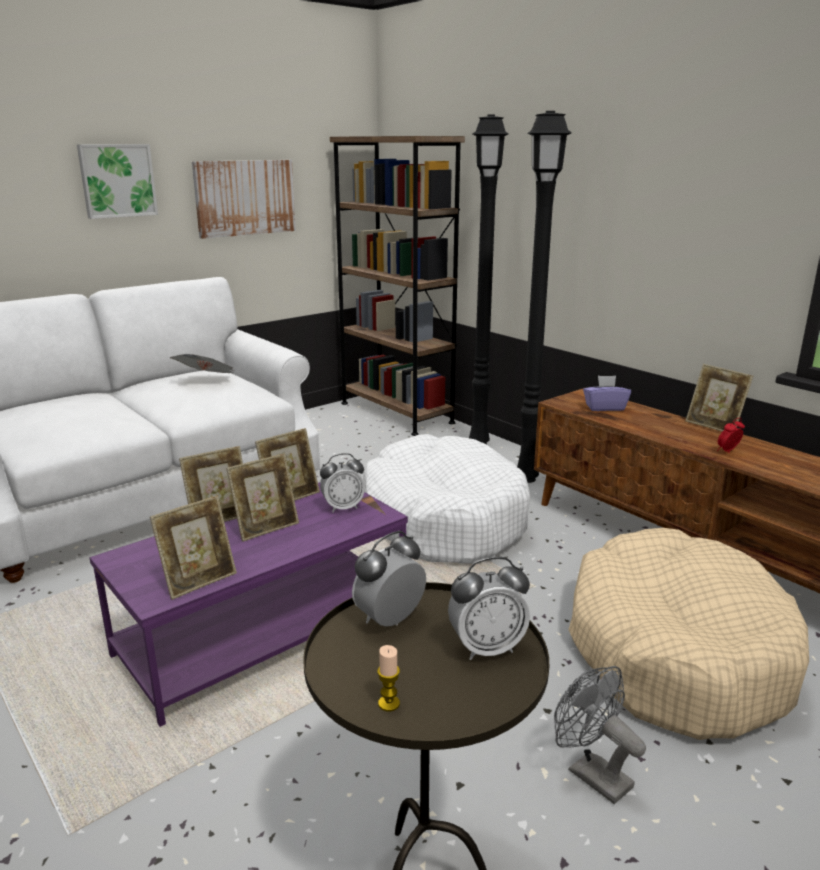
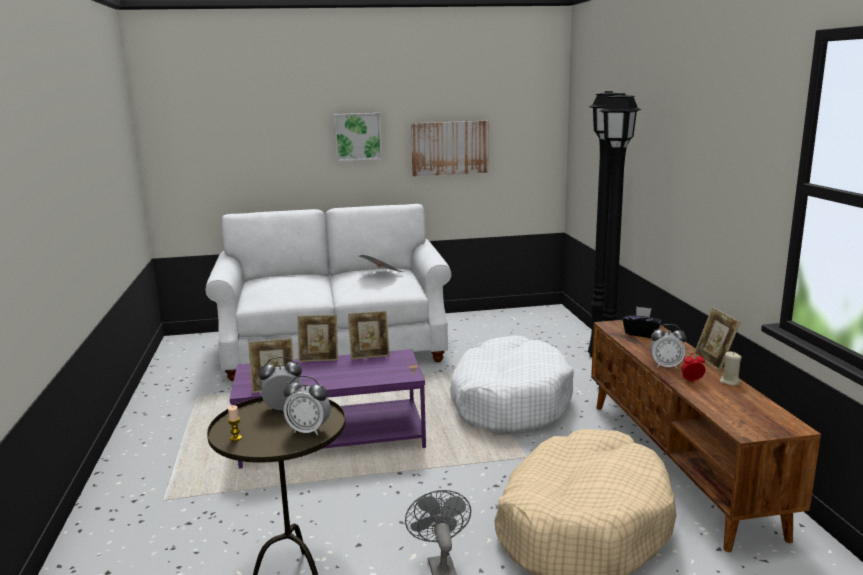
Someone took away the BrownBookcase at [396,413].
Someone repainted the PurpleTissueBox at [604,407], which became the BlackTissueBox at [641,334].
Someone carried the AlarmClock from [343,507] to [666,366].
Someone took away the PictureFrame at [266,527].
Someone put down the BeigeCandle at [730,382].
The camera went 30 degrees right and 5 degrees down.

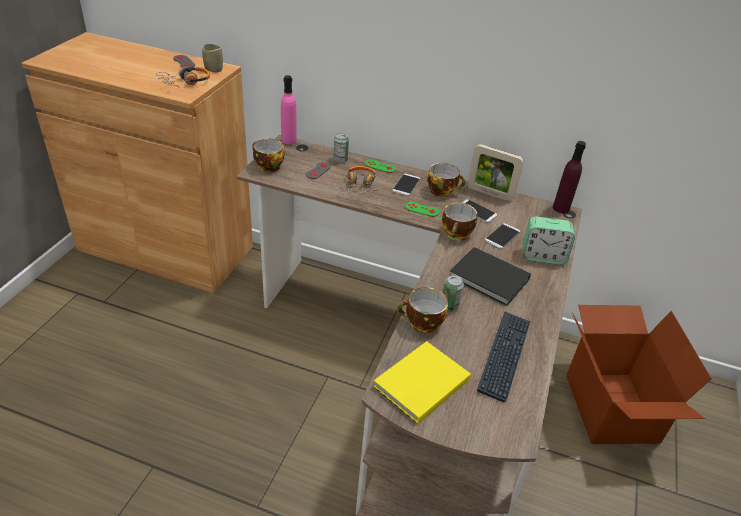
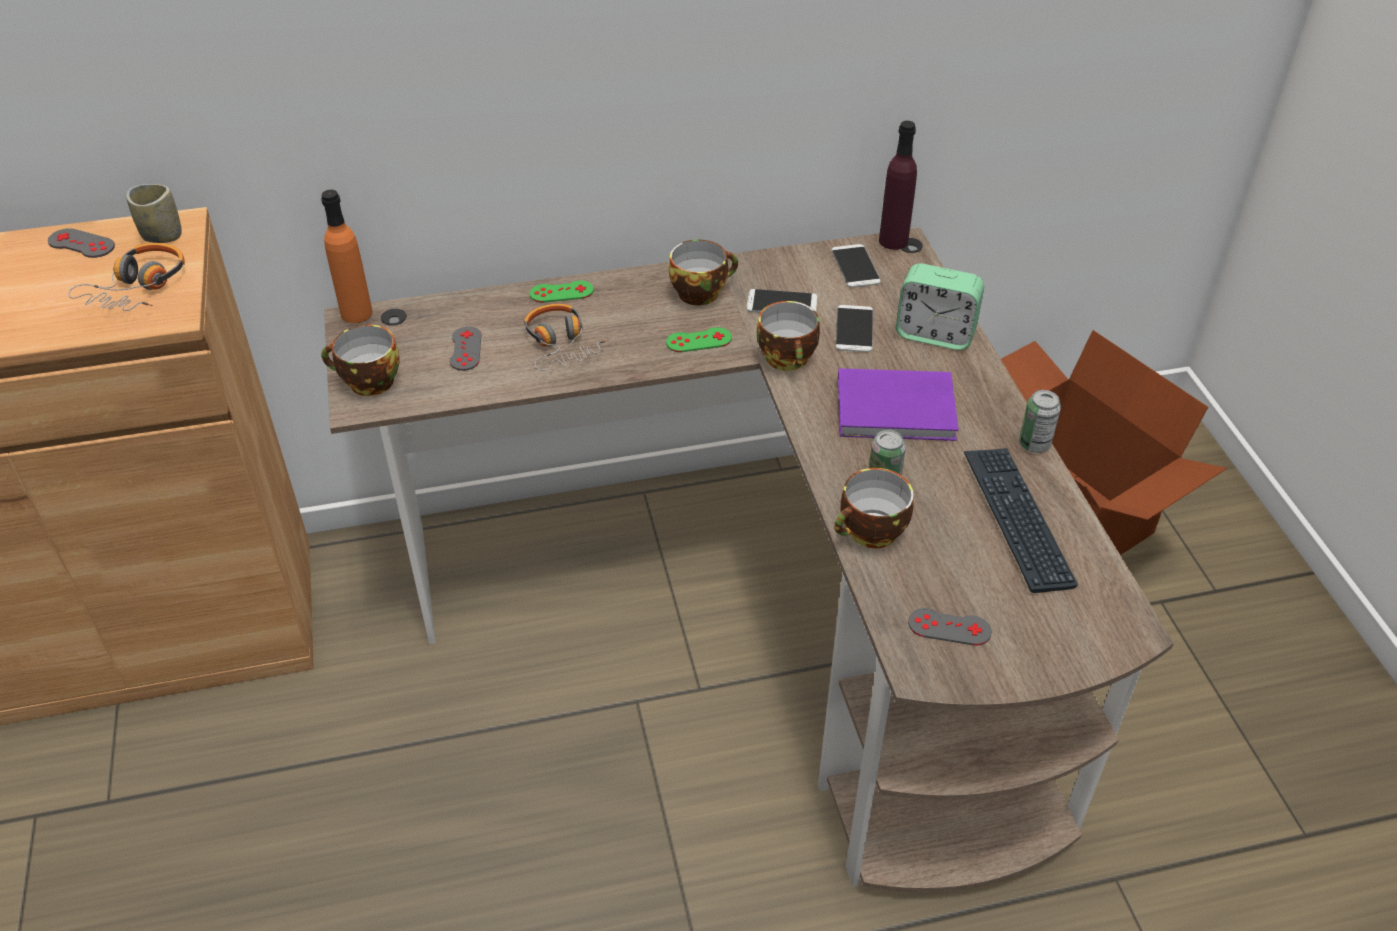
Someone repainted the PinkBottle at [289,140], which became the OrangeBottle at [356,313].
Someone carried the Can from [340,160] to [1034,444].
Someone took away the PictureFrame at [490,193].
Someone carried the Phone from [406,185] to [855,267].
Someone rotated the AlarmClock at [543,256] by 45 degrees clockwise.
Someone repainted the BlackBook at [490,279], which became the PurpleBook at [899,410].
Someone swapped the YellowBook at [419,384] for the GreyGameController at [949,627].
The camera went 30 degrees left and 5 degrees up.

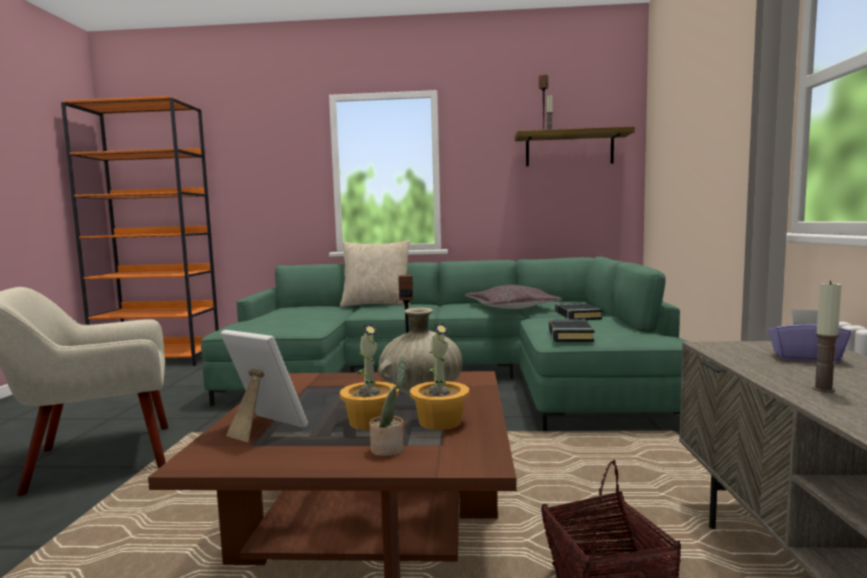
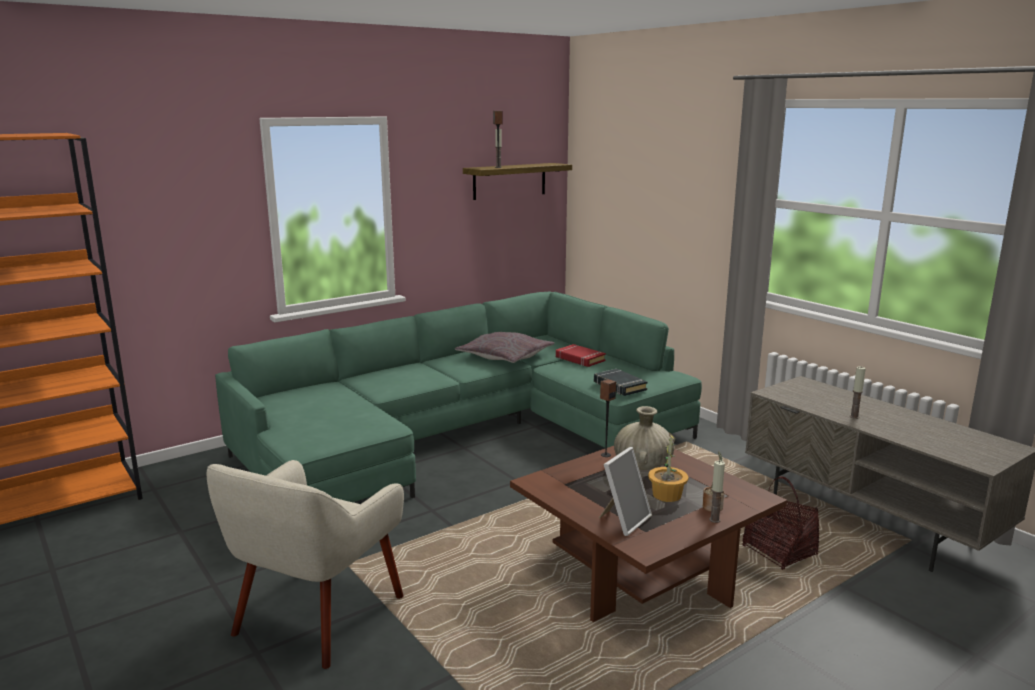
Someone took away the BeigePillow at [376,304].
Someone repainted the BlackBook at [577,316], which became the RedBook at [579,359].
Someone took away the PurpleTissueBox at [805,357].
Someone took away the PottedPlant at [440,421].
Someone rotated the PictureFrame at [263,428] by 135 degrees clockwise.
Someone put down the Candle at [714,520].
The camera went 40 degrees left and 10 degrees up.

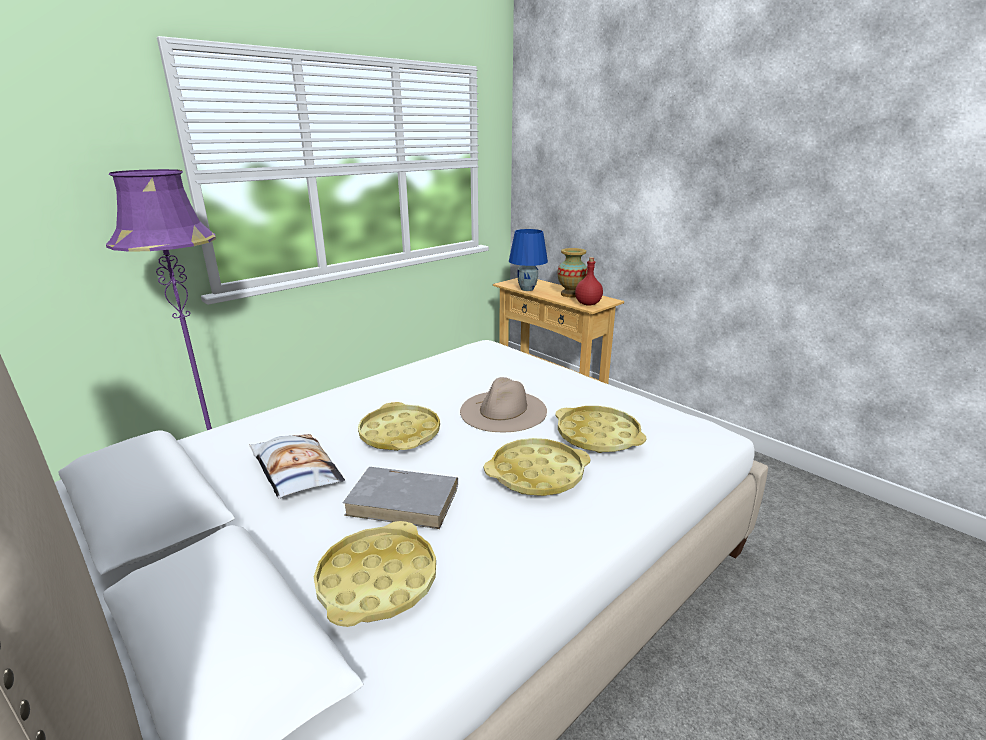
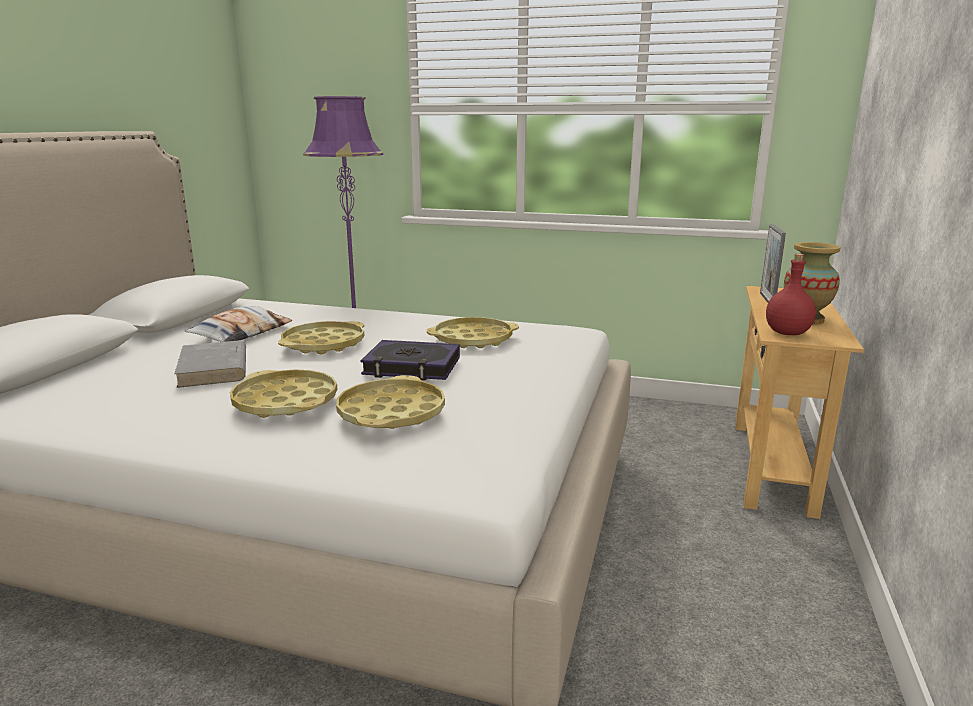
Someone swapped the BlueTableLamp at [527,289] for the PictureFrame at [767,300].
Someone swapped the BeigeHat at [503,410] for the Book at [412,367].
Someone carried the YellowTray from [377,581] to [473,339].
The camera went 60 degrees right and 5 degrees down.

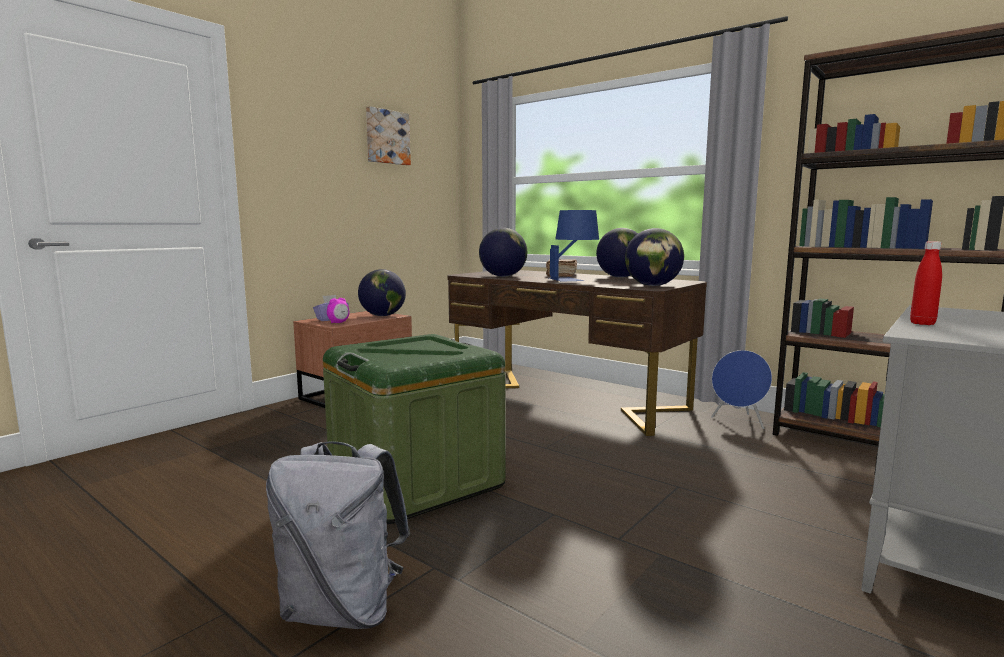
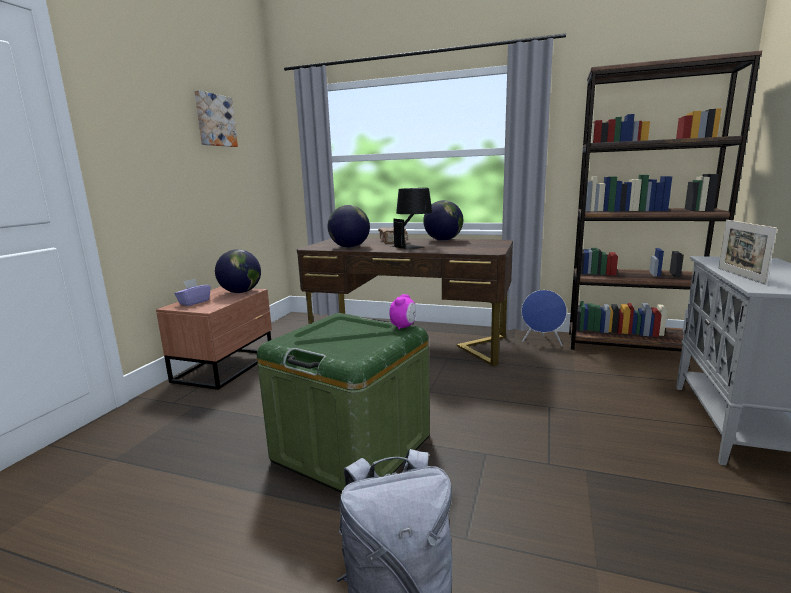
Someone repainted the BlueTableLamp at [573,279], which became the BlackTableLamp at [412,245].
Someone took away the Globe at [652,285].
Someone swapped the RedBottle at [922,323] for the PictureFrame at [740,276].
Someone carried the AlarmClock from [338,322] to [403,326].
The camera went 20 degrees left and 5 degrees up.

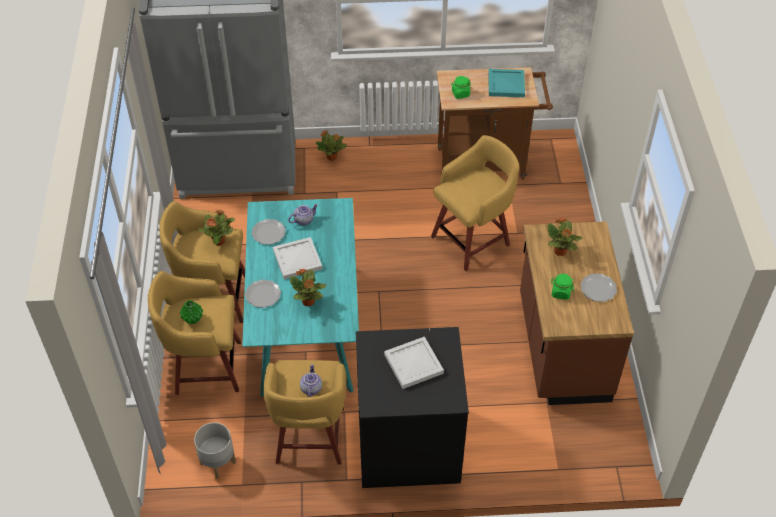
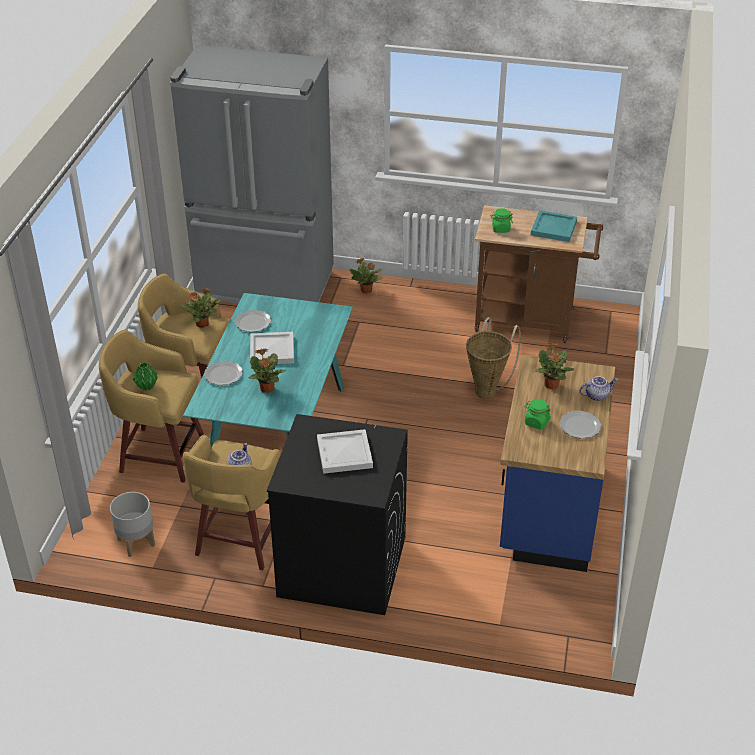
Someone swapped the YellowStool at [472,240] for the Basket at [487,389].
Someone carried the Teapot from [303,220] to [596,395].
Someone repainted the BrownCounter at [561,348], which became the BlueCounter at [548,509].
The camera went 15 degrees right and 10 degrees down.

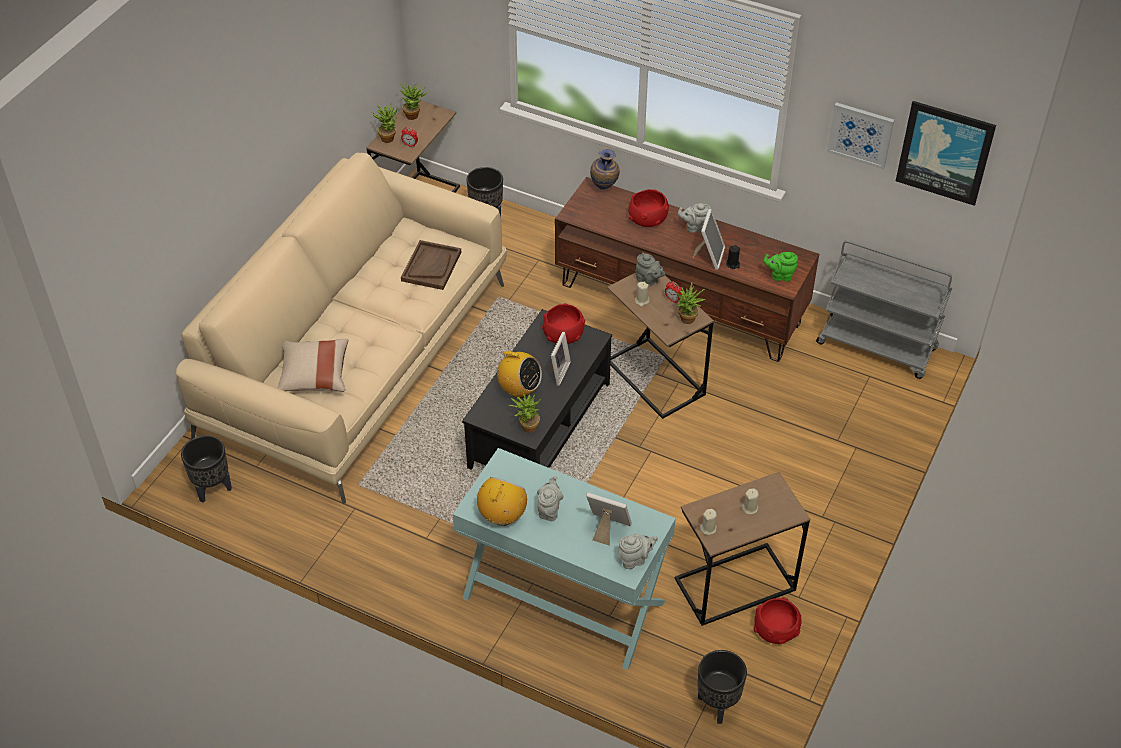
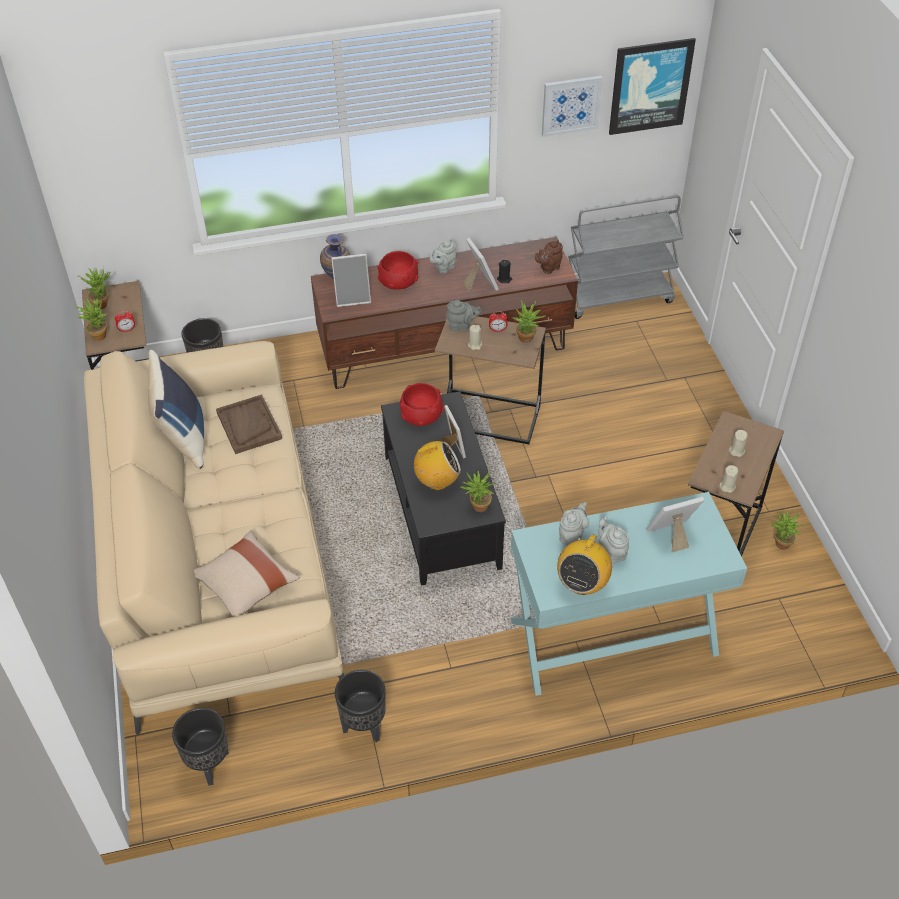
Someone repainted the GreenTeapot at [780,276], which became the BrownTeapot at [548,268].
Someone rotated the Radio at [502,516] by 135 degrees counterclockwise.
Someone carried the GreyTeapot from [635,559] to [572,536].
Someone swapped the RedBowl at [776,628] for the PottedPlant at [780,545].
Someone carried the BlackPlanter from [717,705] to [364,727].
Someone put down the PictureFrame at [353,297].
Someone put down the BluePillow at [183,437].
The camera went 40 degrees left and 0 degrees up.

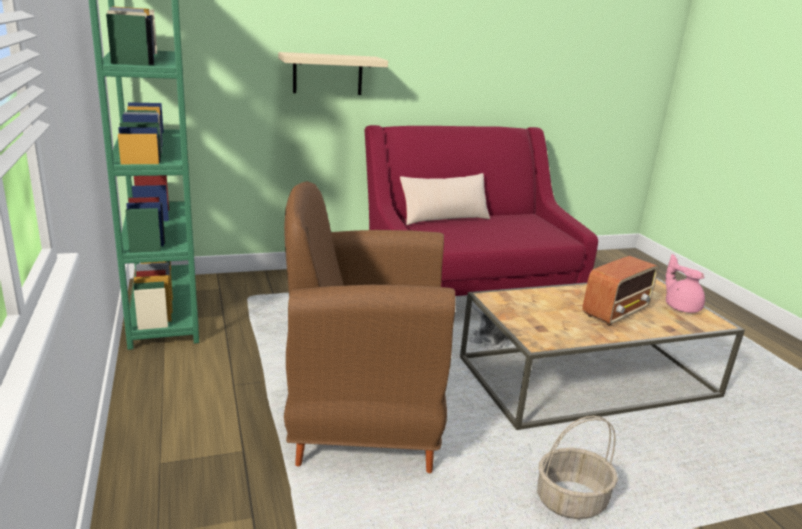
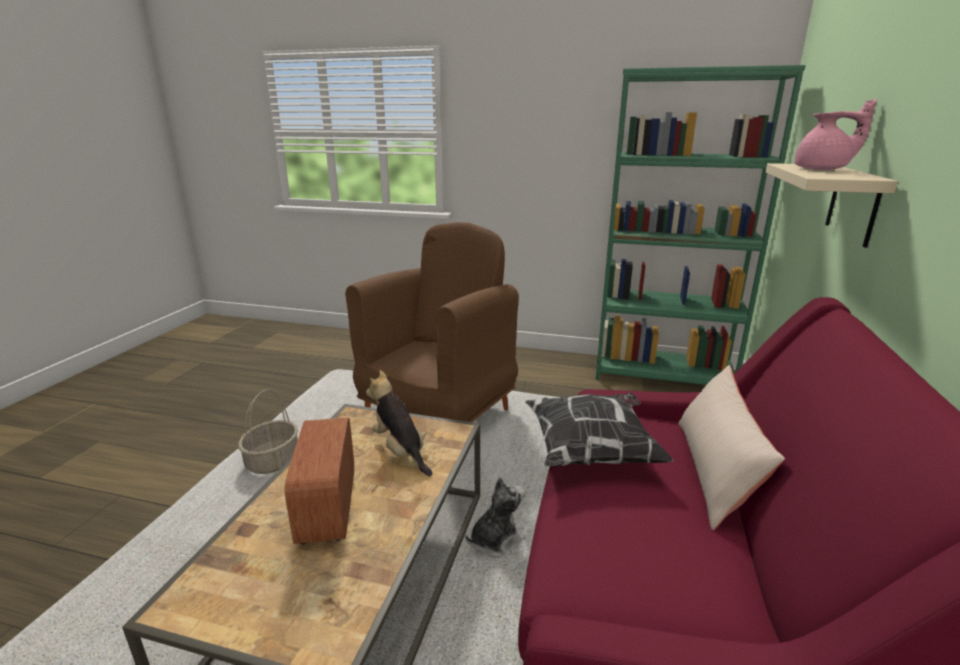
Someone carried the PinkTeapot from [681,307] to [823,169].
Someone put down the PlushToy at [401,451].
Someone put down the Pillow at [592,450].
The camera went 125 degrees right and 0 degrees up.

